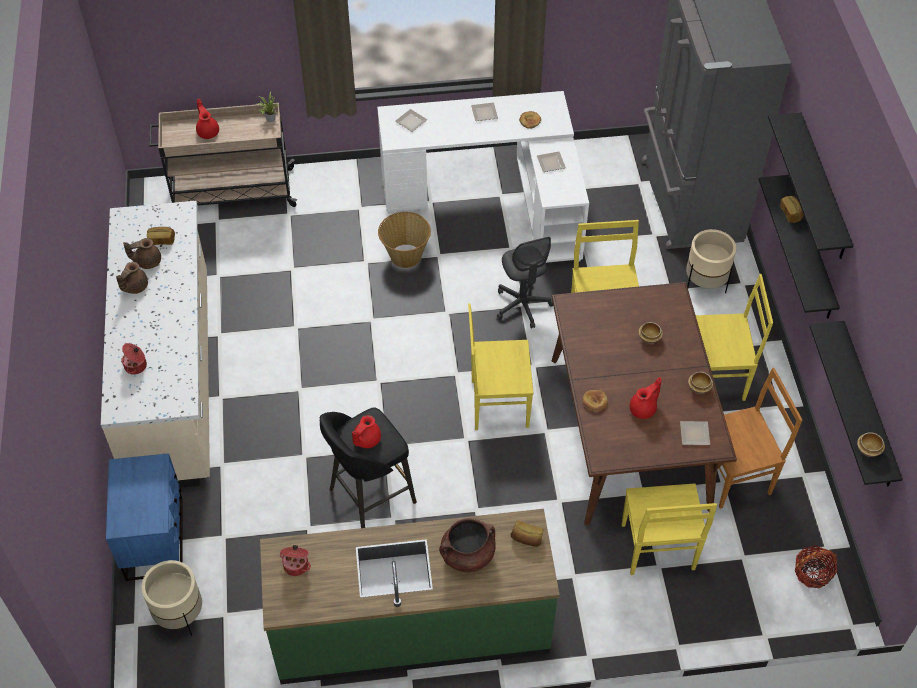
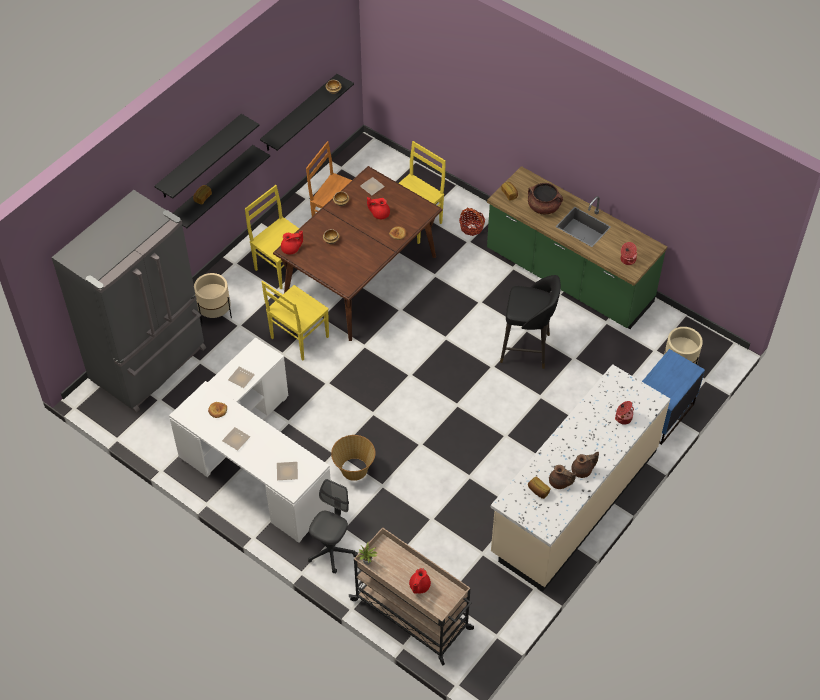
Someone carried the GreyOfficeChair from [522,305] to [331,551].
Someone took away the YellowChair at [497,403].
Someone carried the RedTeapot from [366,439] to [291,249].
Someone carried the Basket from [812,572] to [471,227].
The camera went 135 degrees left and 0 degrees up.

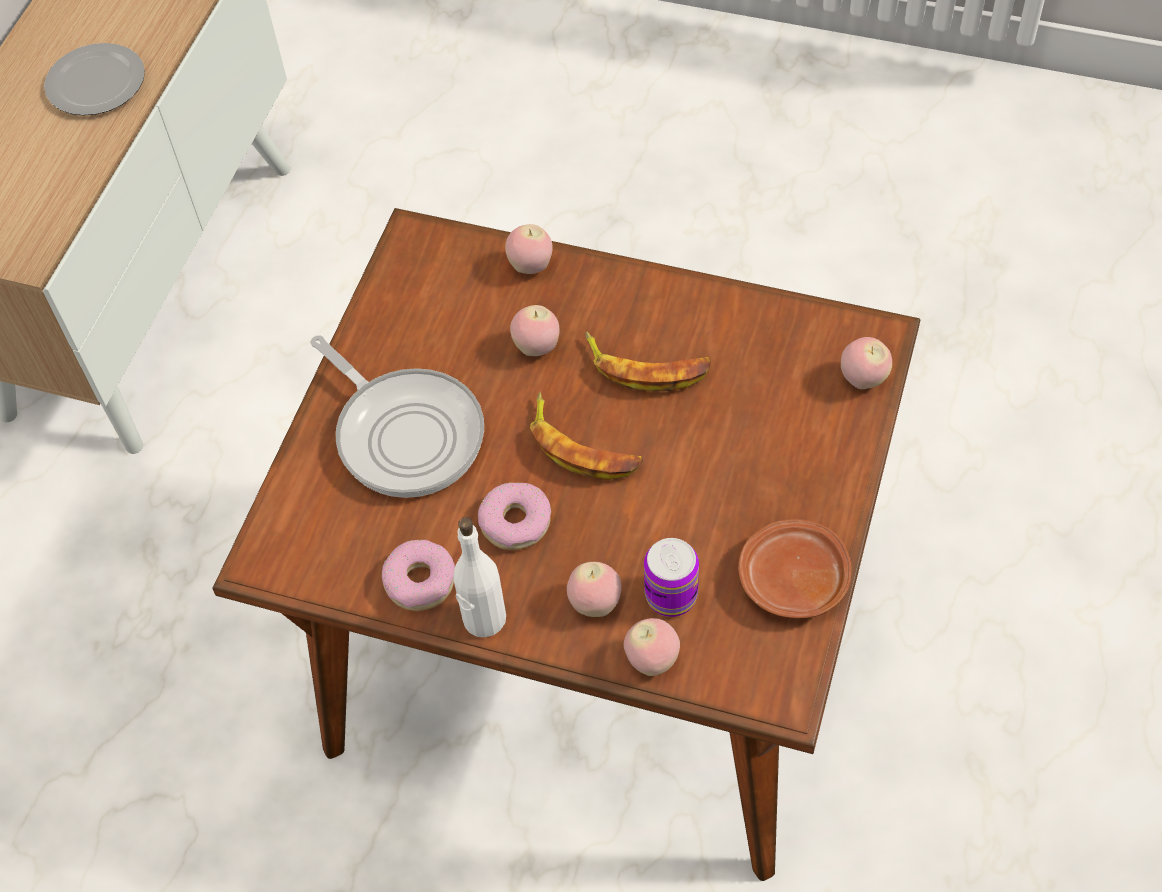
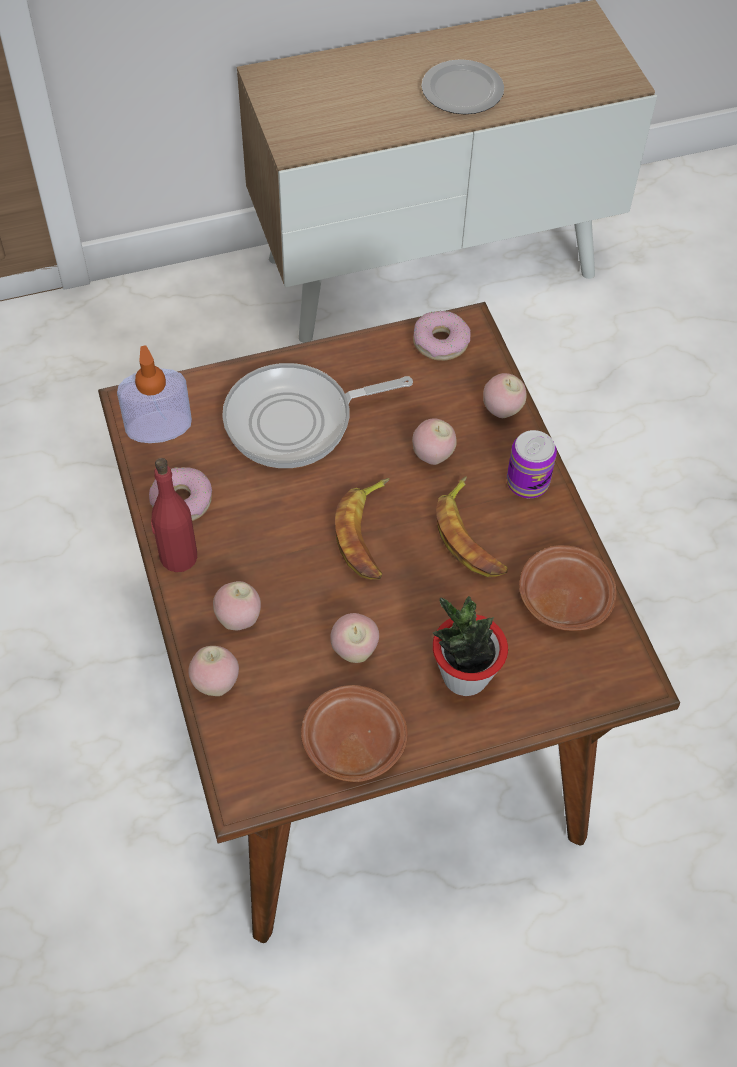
Someone rotated the FryingPan at [405,433] by 60 degrees clockwise.
Someone carried the Apple from [863,379] to [354,650].
Someone carried the Donut from [515,522] to [440,342].
Someone repainted the WhiteBottle at [484,619], which became the RedBottle at [178,557].
Someone carried the Can from [671,595] to [527,483].
Someone put down the SoapDispenser at [159,427].
Someone put down the BrownPlate at [563,597].
Someone put down the PottedPlant at [464,676].
The camera went 50 degrees right and 0 degrees up.

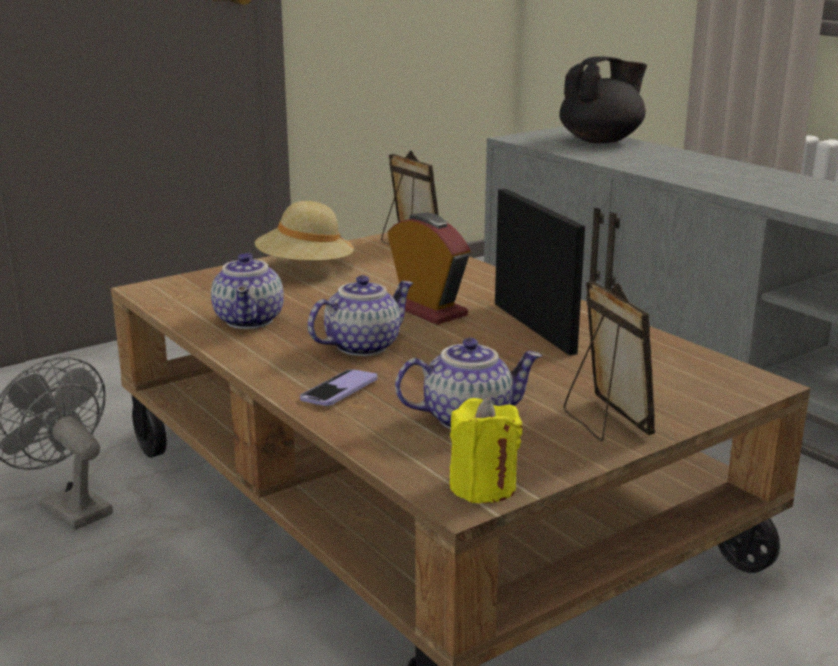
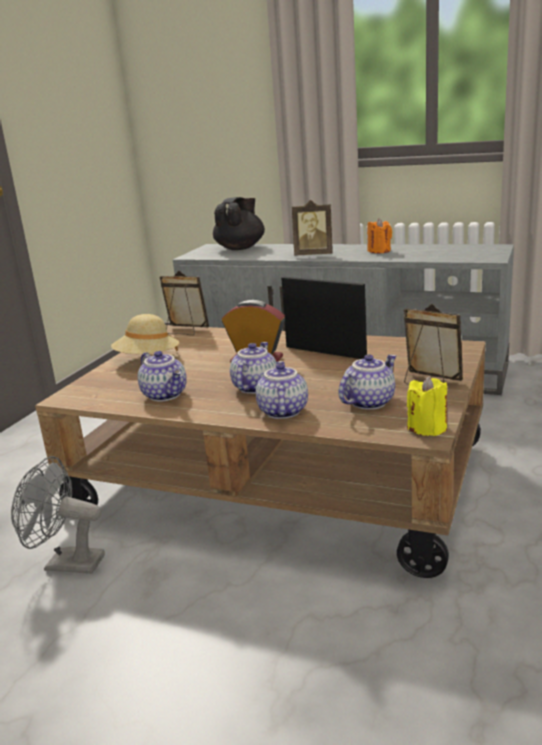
Someone swapped the Phone at [339,390] for the Teapot at [281,411].
Someone put down the PictureFrame at [314,255].
Someone put down the OrangeCandle at [379,251].
The camera went 30 degrees left and 0 degrees up.

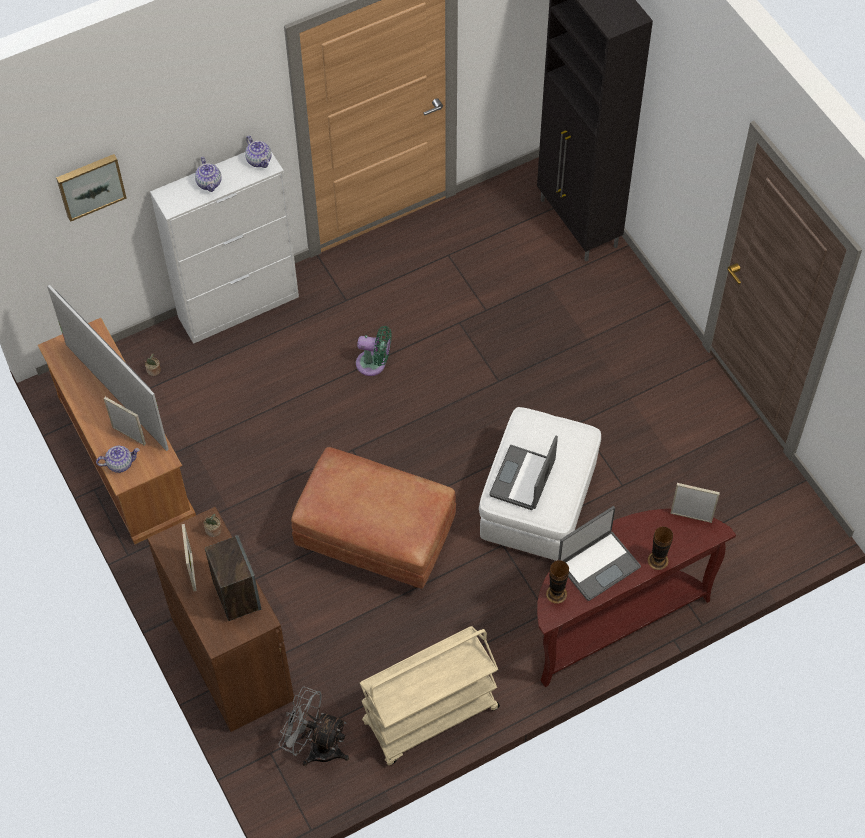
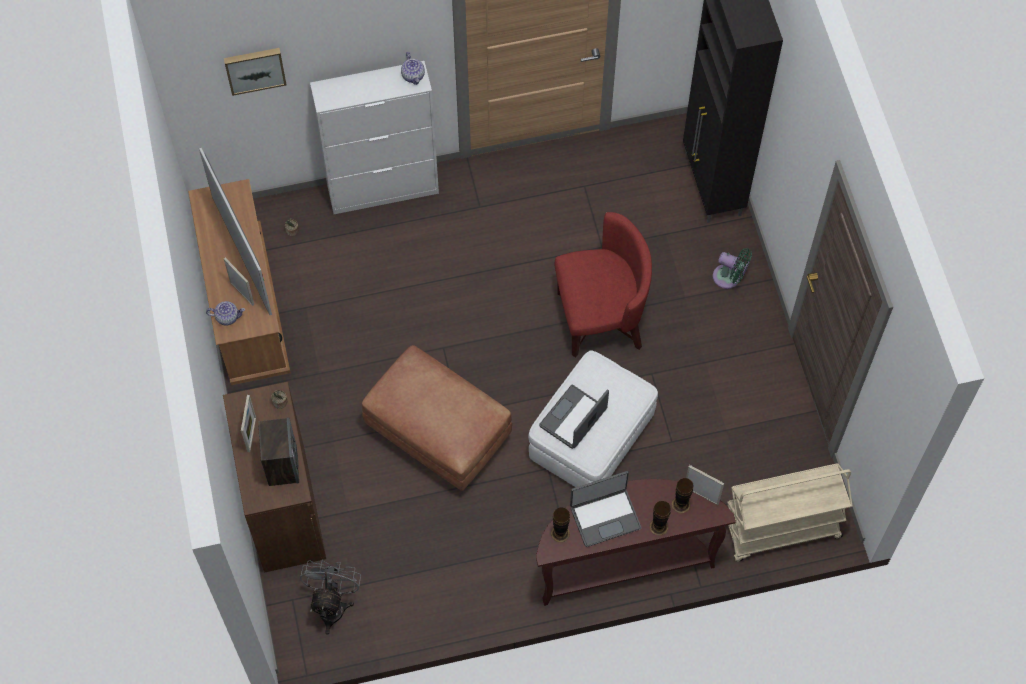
Someone took away the Teapot at [209,183].
Someone carried the GreenFan from [374,364] to [729,278].
Someone carried the BeigeCart from [430,717] to [780,530].
Someone rotated the GreyFan at [316,746] by 60 degrees clockwise.
Someone put down the RedArmchair at [600,318].
Someone put down the Vase at [681,504].
The camera went 15 degrees right and 5 degrees up.

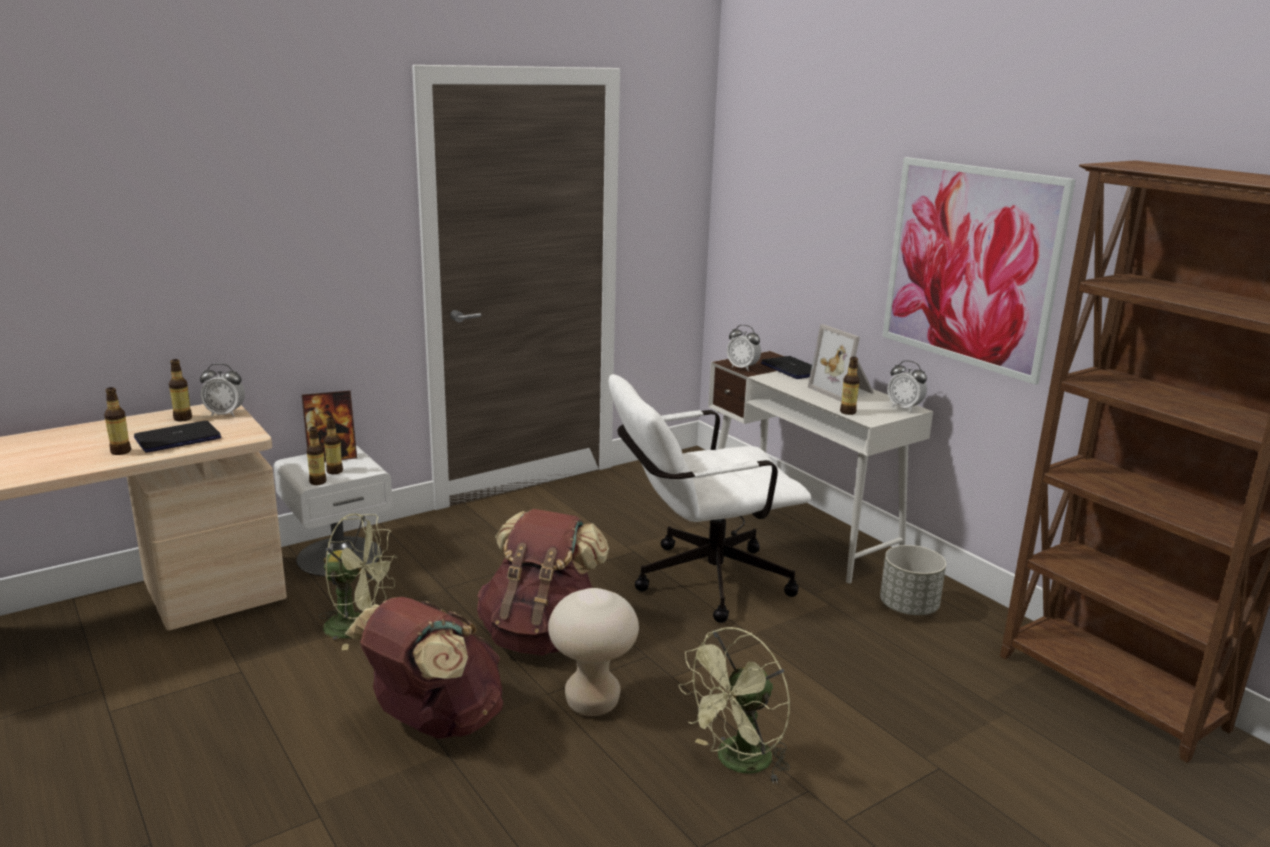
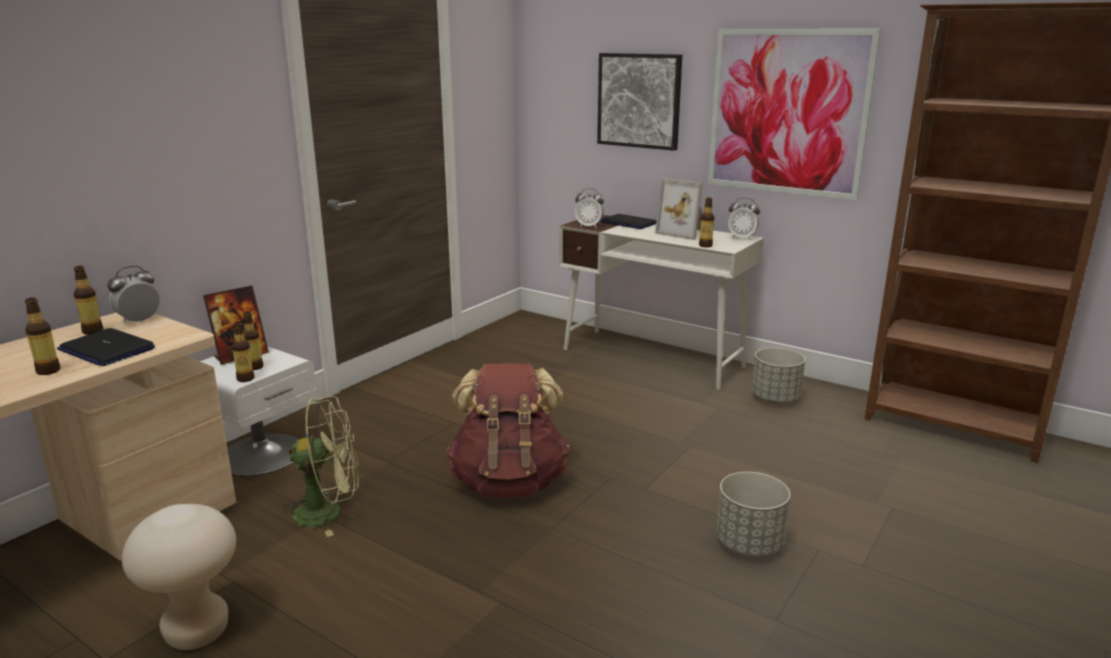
Someone rotated the AlarmClock at [225,414] by 150 degrees clockwise.
Someone took away the WhiteOfficeChair at [699,582].
Someone rotated the Laptop at [178,438] by 90 degrees counterclockwise.
Someone carried the BeigeStool from [592,703] to [197,632].
Someone took away the BrownBackpack at [434,722].
Someone swapped the GreenFan at [737,763] for the GreyPlanter at [749,544].
Someone put up the Picture at [639,100].
The camera went 20 degrees left and 0 degrees up.

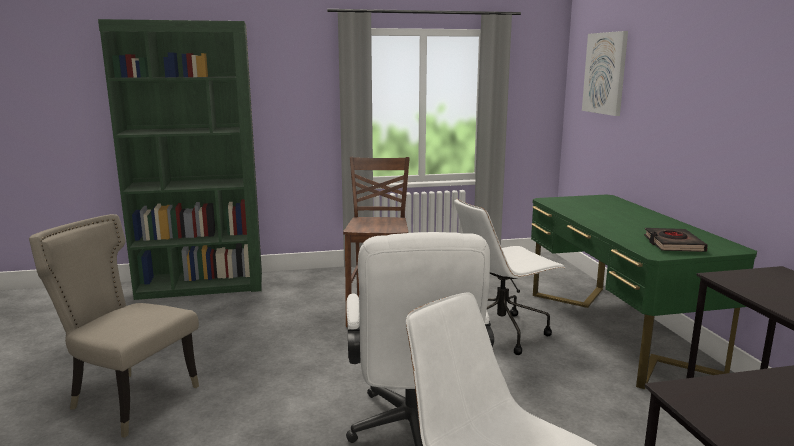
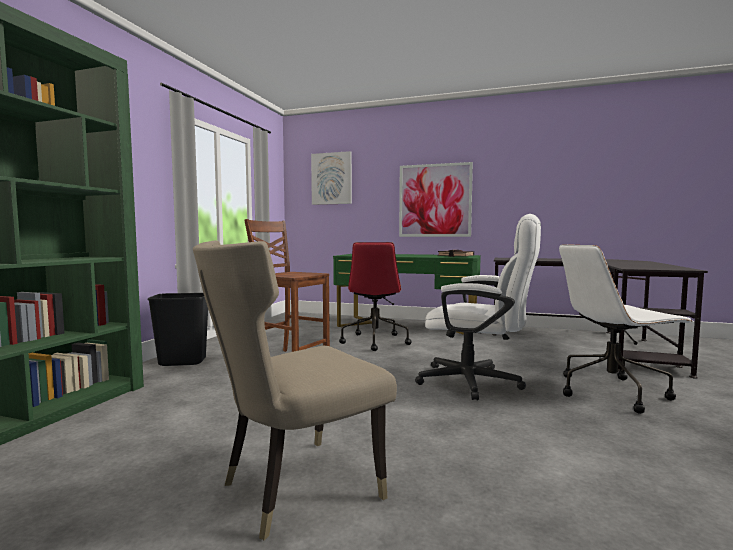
Someone repainted the WhiteOfficeChair at [501,332], which became the RedOfficeChair at [375,341].
Someone put up the Picture at [434,200].
Someone put down the BlackTrashCan at [182,362].
The camera went 60 degrees left and 10 degrees down.

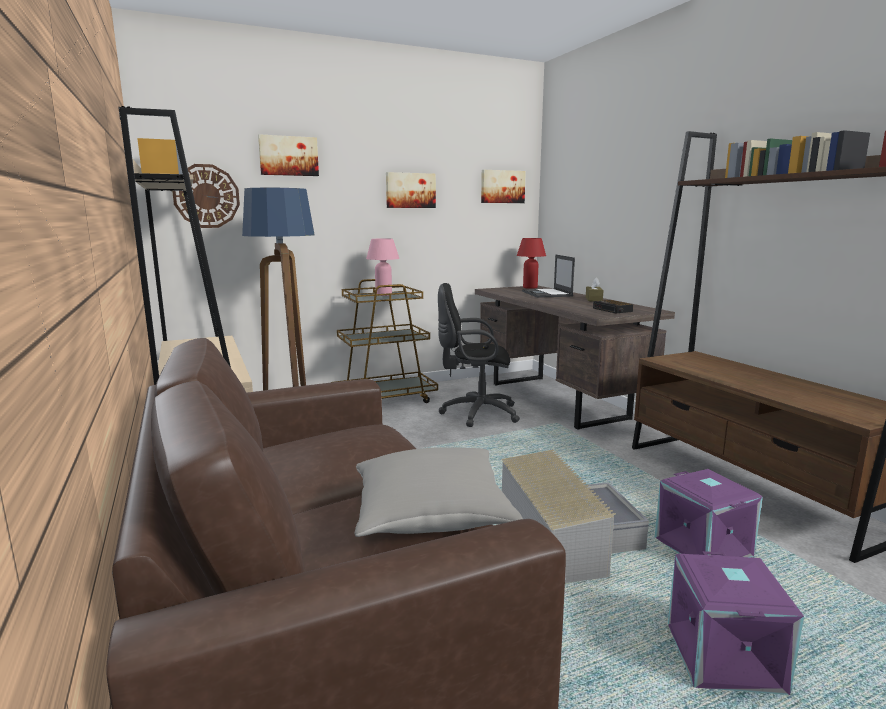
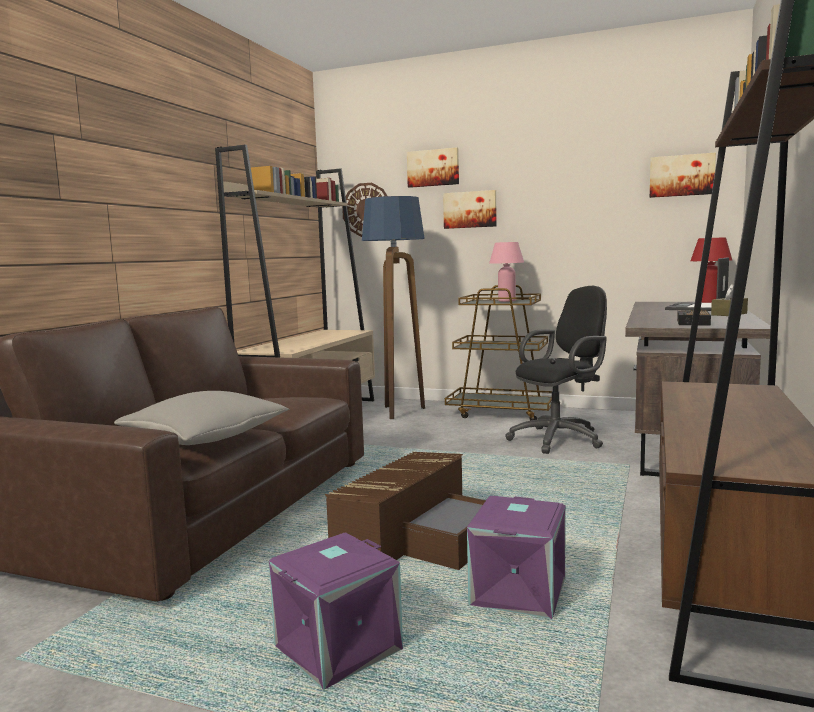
Someone carried the Picture from [410,190] to [470,209].
Someone rotated the BlackOfficeChair at [475,413] by 105 degrees clockwise.
Someone repainted the GreyStorageBox at [565,535], which became the BrownStorageBox at [418,536].
The camera went 45 degrees right and 5 degrees down.

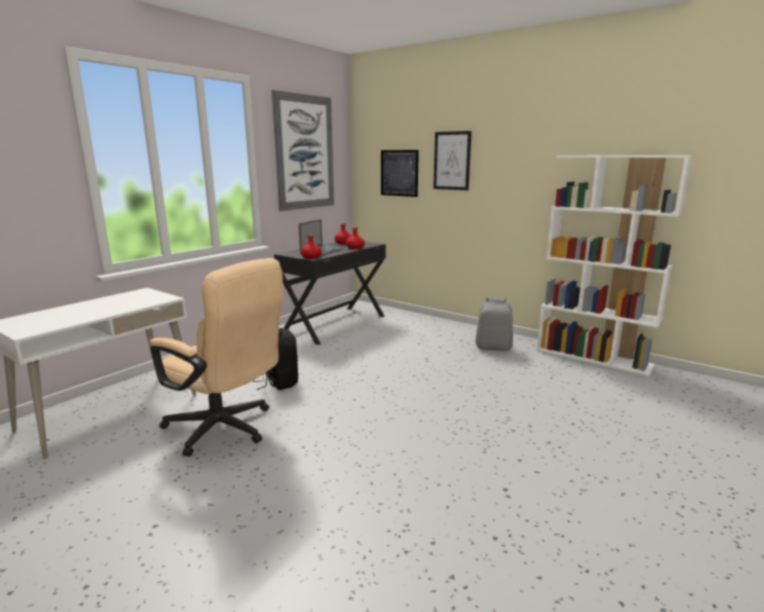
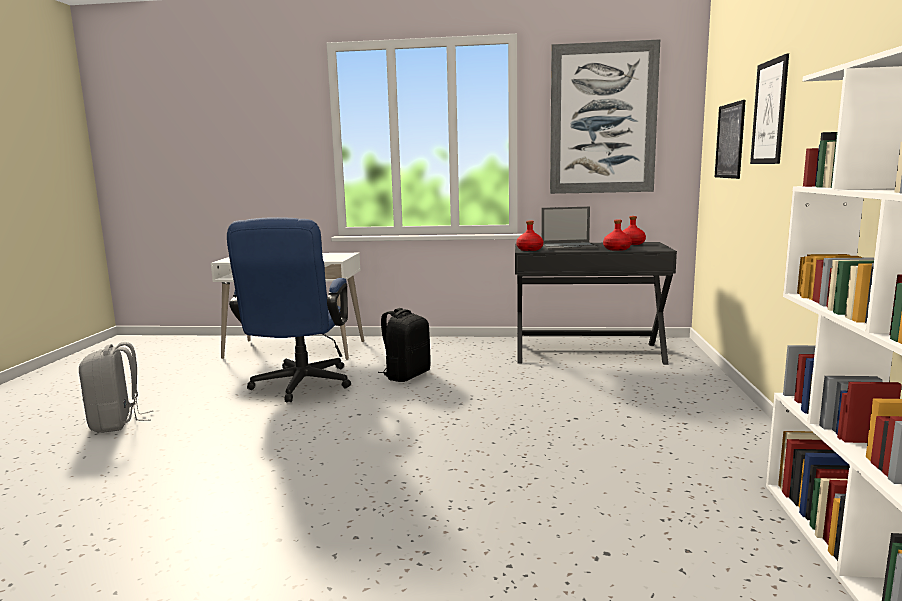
Someone repainted the BeigeOfficeChair at [226,430], which became the BlueOfficeChair at [299,387].
Someone carried the GreyBackpack from [493,347] to [117,423].
The camera went 60 degrees right and 5 degrees down.

